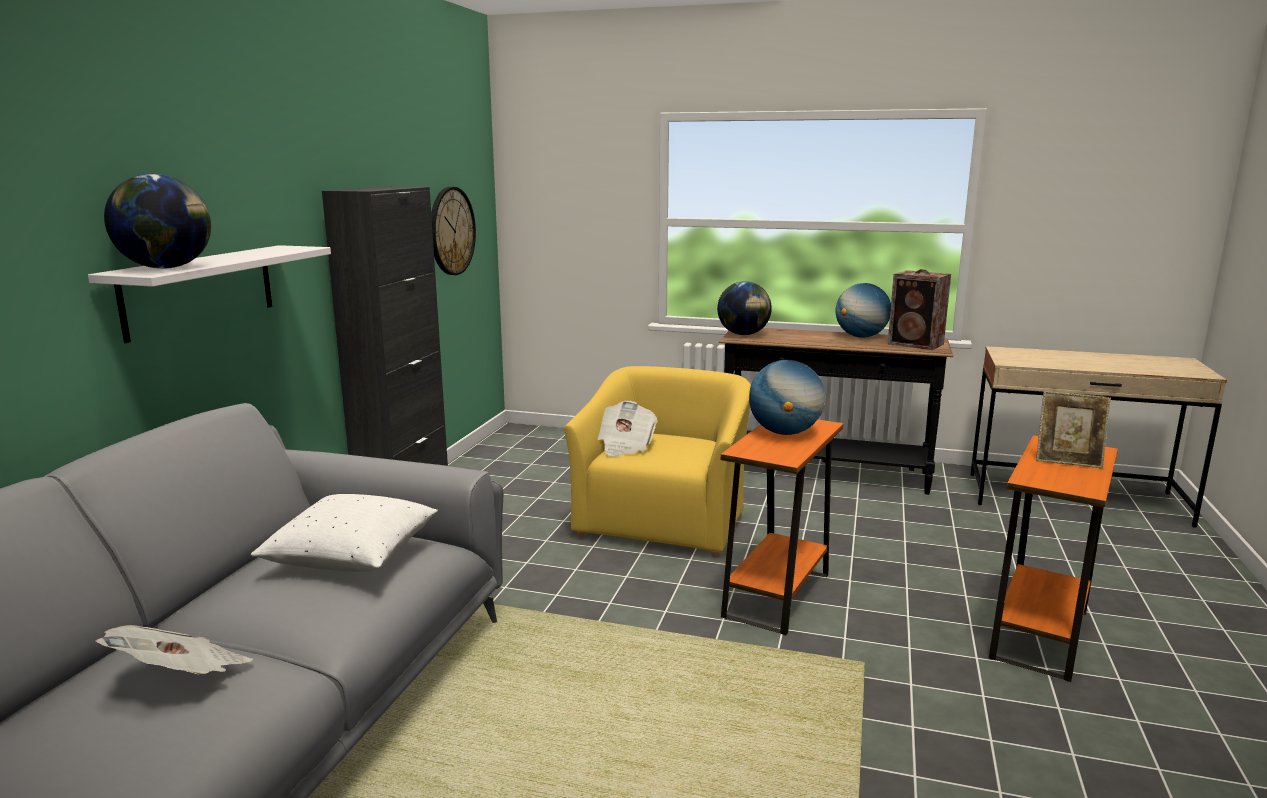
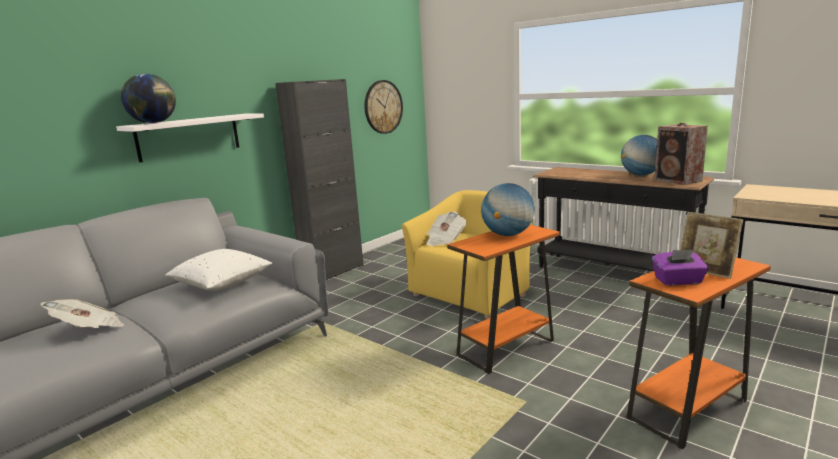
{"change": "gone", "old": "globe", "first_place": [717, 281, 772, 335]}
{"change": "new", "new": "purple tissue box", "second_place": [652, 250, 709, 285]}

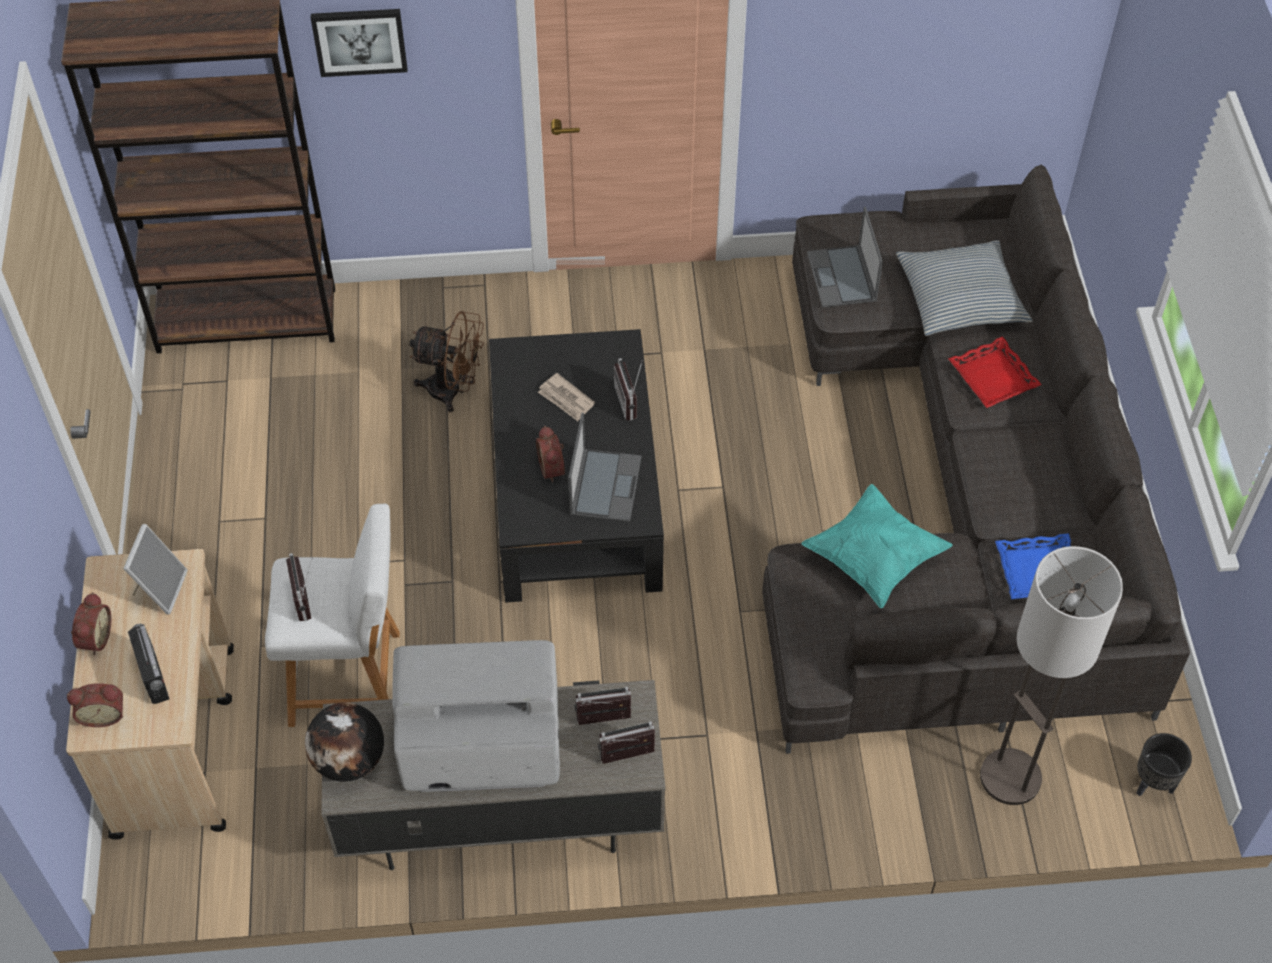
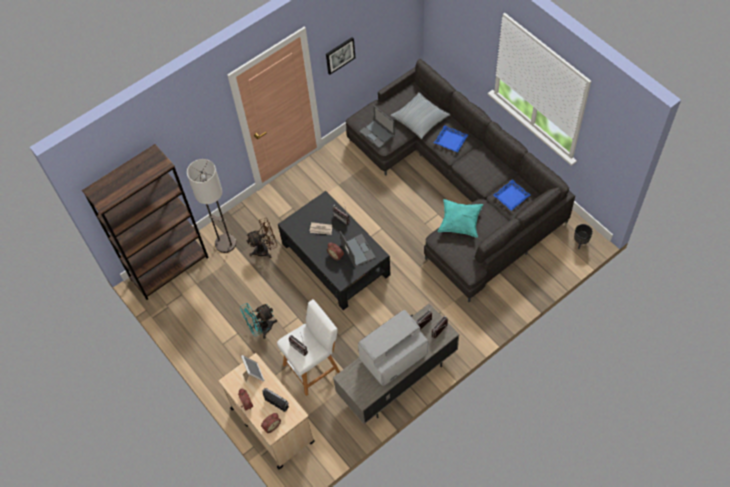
{"change": "gone", "old": "globe", "first_place": [305, 702, 384, 782]}
{"change": "new", "new": "turquoise fan", "second_place": [240, 303, 277, 339]}
{"change": "shifted", "old": "picture", "first_place": [311, 9, 407, 77], "second_place": [326, 37, 355, 75]}
{"change": "shifted", "old": "floor lamp", "first_place": [980, 546, 1123, 805], "second_place": [187, 159, 236, 253]}
{"change": "repainted", "old": "red tray", "new": "blue tray", "first_place": [948, 336, 1042, 408], "second_place": [434, 125, 468, 153]}

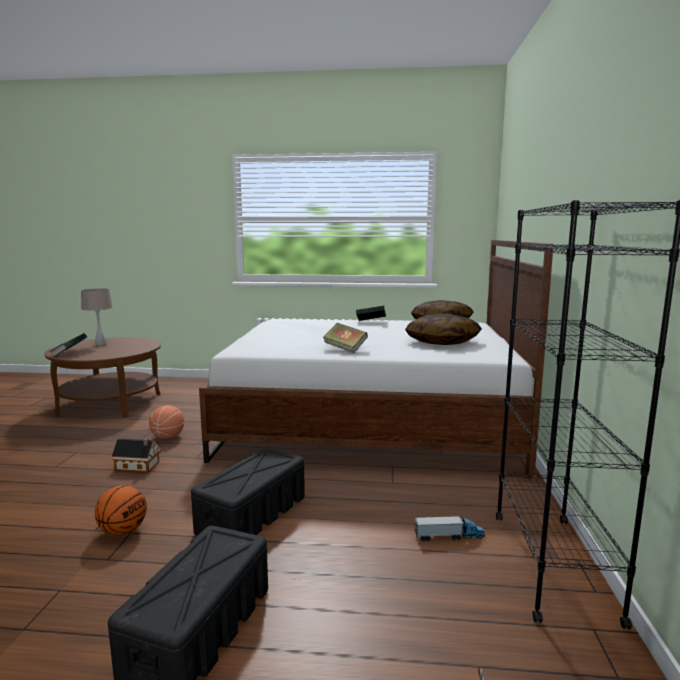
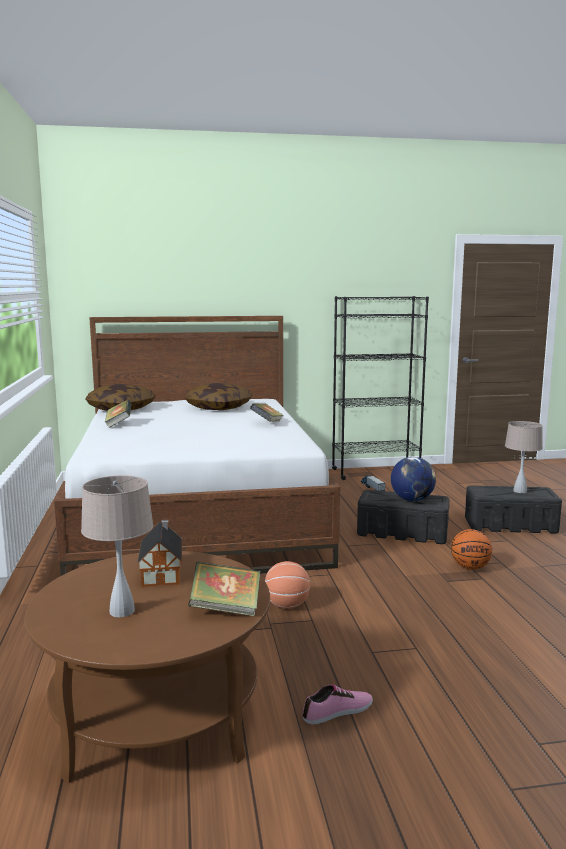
{"change": "new", "new": "shoe", "second_place": [303, 684, 373, 724]}
{"change": "new", "new": "globe", "second_place": [391, 457, 436, 501]}
{"change": "new", "new": "beige table lamp", "second_place": [505, 421, 543, 493]}
{"change": "shifted", "old": "toy house", "first_place": [112, 438, 160, 472], "second_place": [137, 520, 182, 587]}

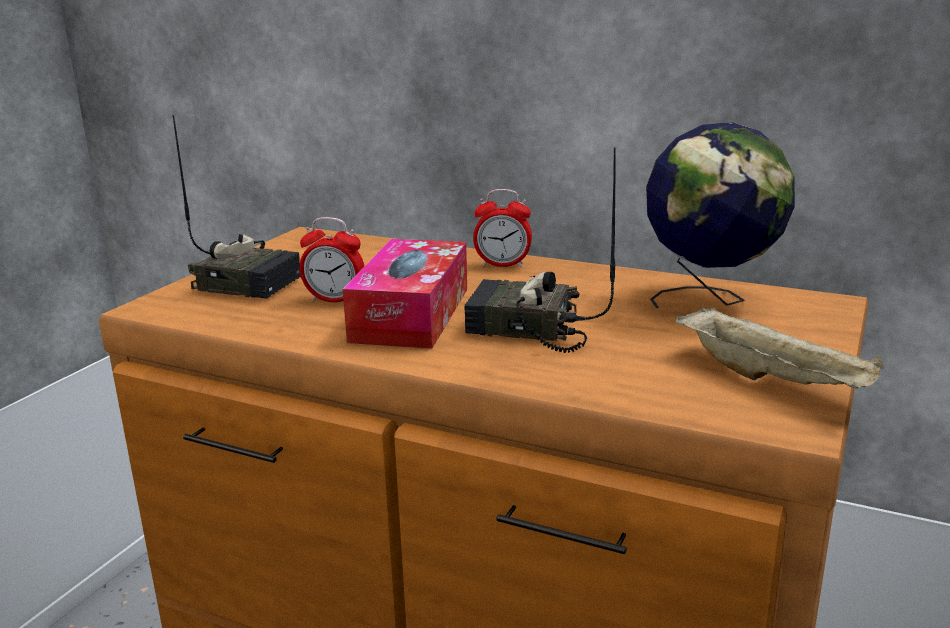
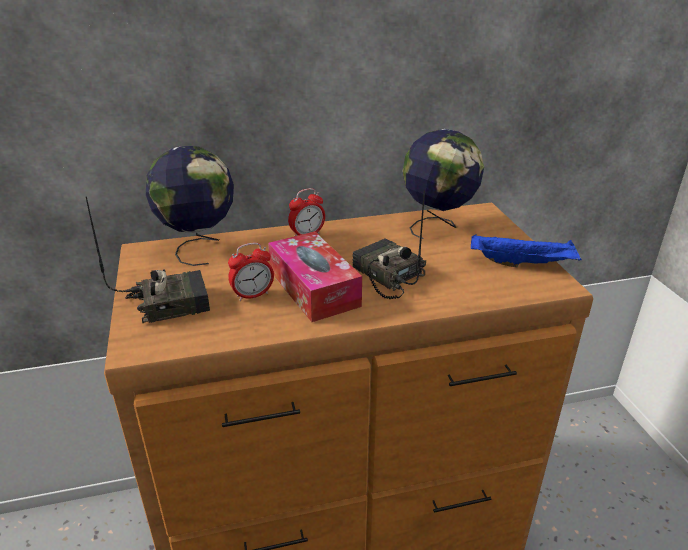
{"change": "new", "new": "globe", "second_place": [146, 146, 234, 266]}
{"change": "repainted", "old": "beige tray", "new": "blue tray", "first_place": [676, 307, 884, 388], "second_place": [471, 234, 582, 267]}
{"change": "rotated", "old": "radio", "first_place": [465, 147, 616, 353], "second_place": [352, 190, 426, 300], "degrees": 75}

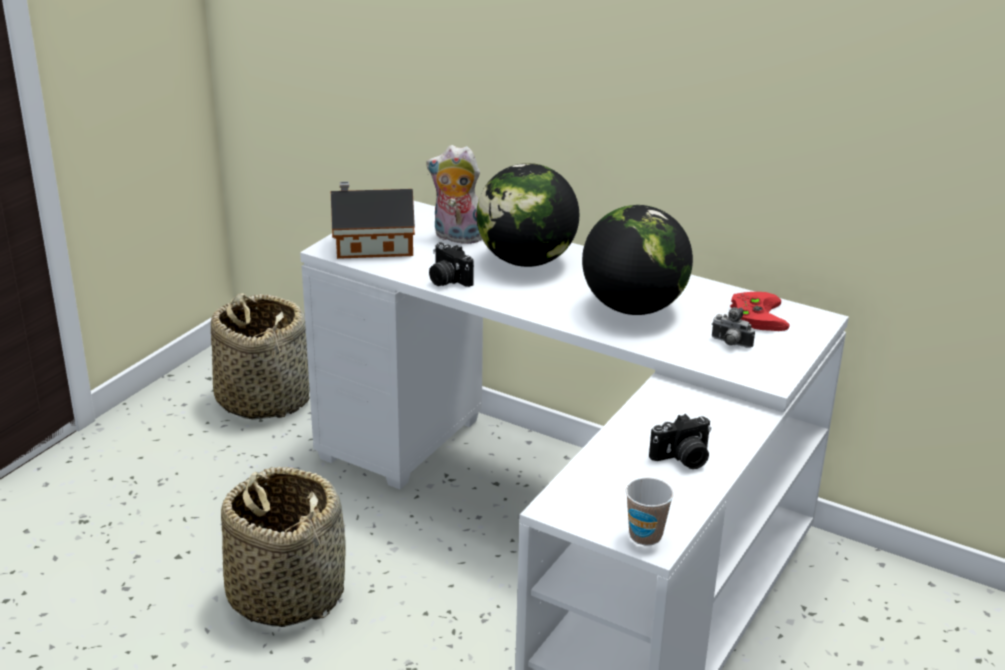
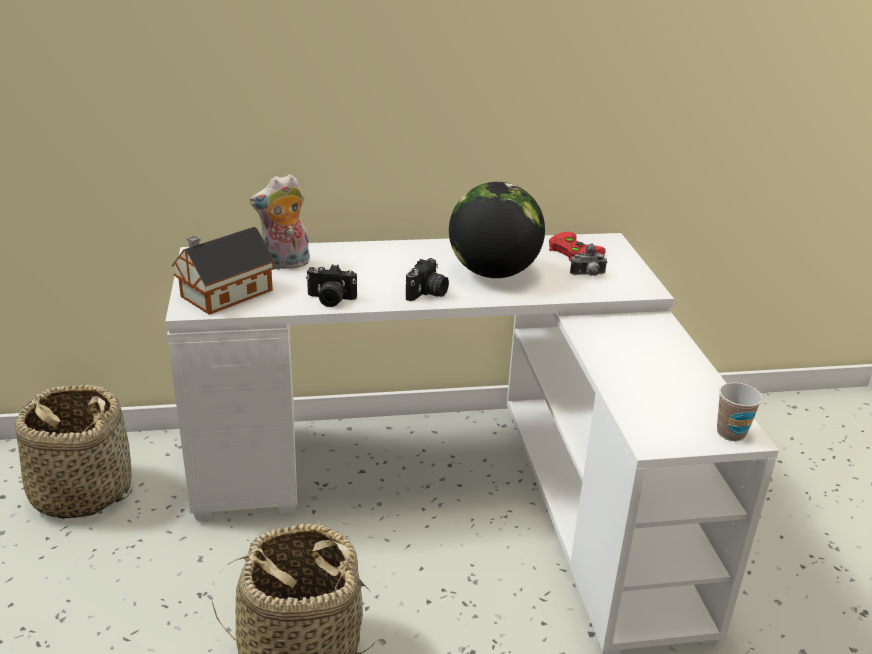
{"change": "gone", "old": "globe", "first_place": [476, 163, 579, 267]}
{"change": "shifted", "old": "photo camera", "first_place": [649, 414, 711, 469], "second_place": [406, 258, 449, 301]}

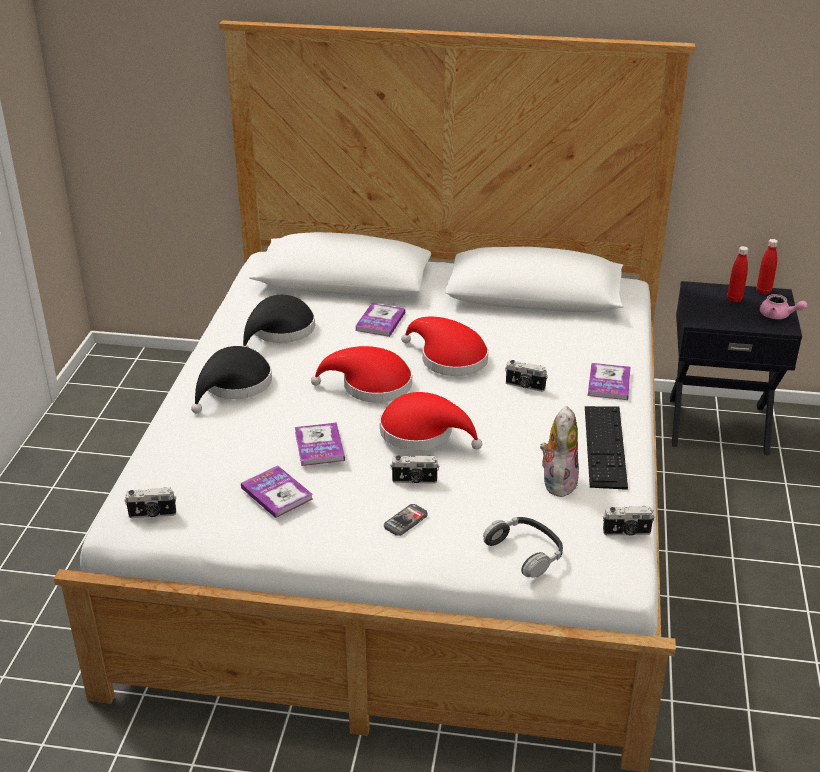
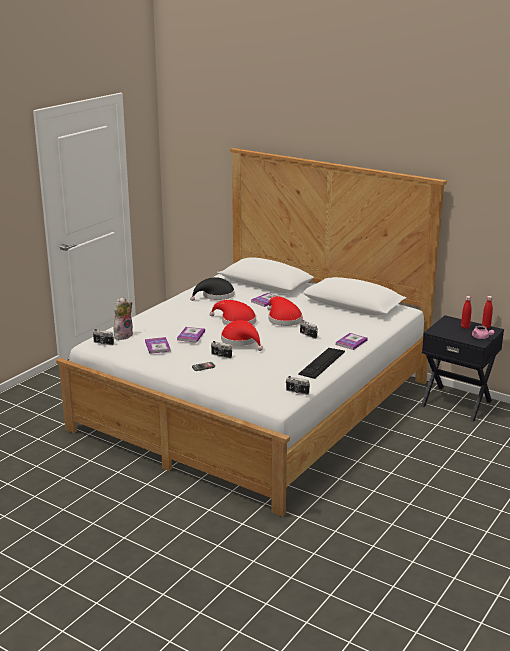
{"change": "gone", "old": "black hat", "first_place": [191, 346, 272, 413]}
{"change": "gone", "old": "headphones", "first_place": [483, 517, 563, 578]}
{"change": "shifted", "old": "plush toy", "first_place": [540, 406, 579, 497], "second_place": [114, 297, 133, 340]}

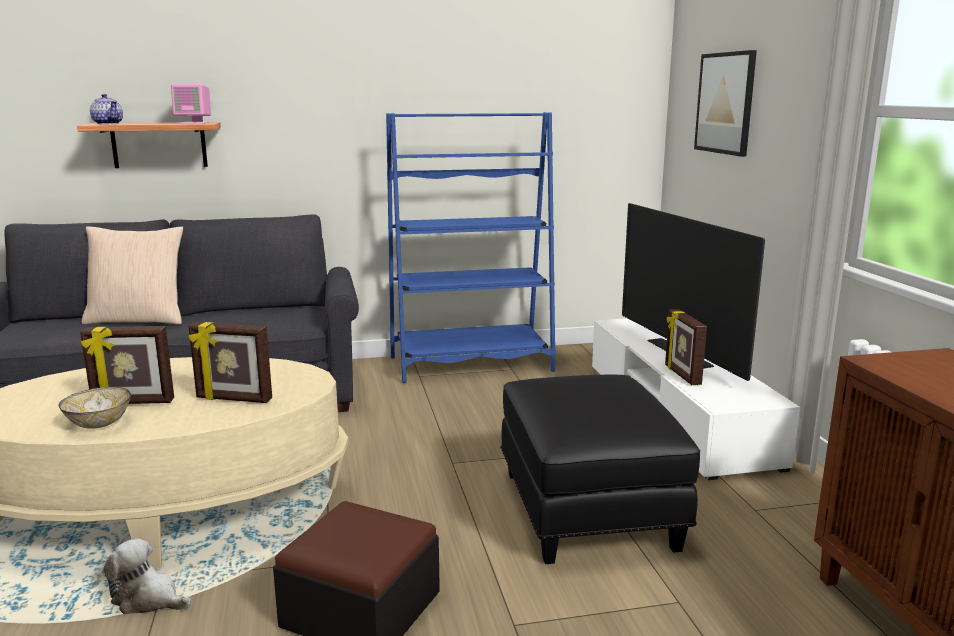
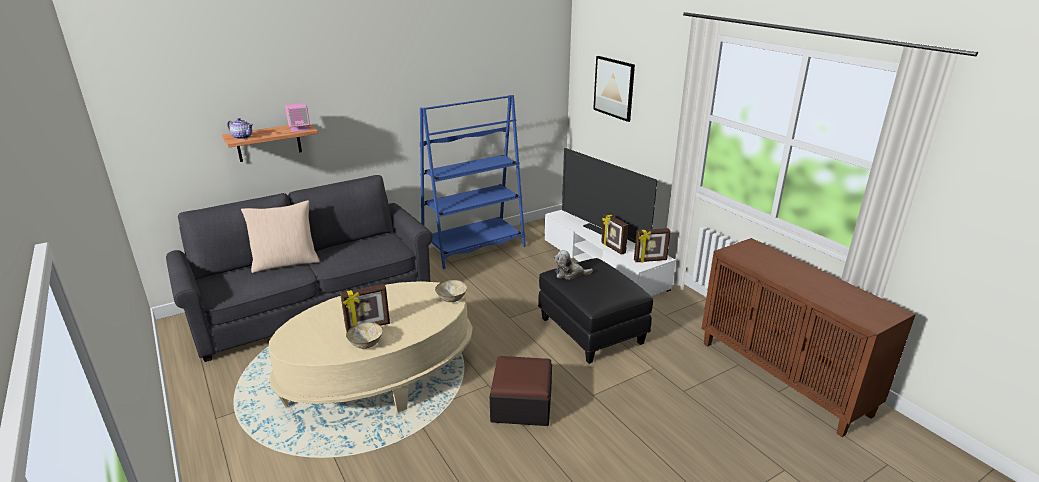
{"change": "new", "new": "bowl", "second_place": [435, 280, 467, 302]}
{"change": "shifted", "old": "plush toy", "first_place": [104, 538, 191, 615], "second_place": [554, 250, 593, 280]}
{"change": "shifted", "old": "picture frame", "first_place": [188, 322, 272, 403], "second_place": [634, 228, 671, 263]}

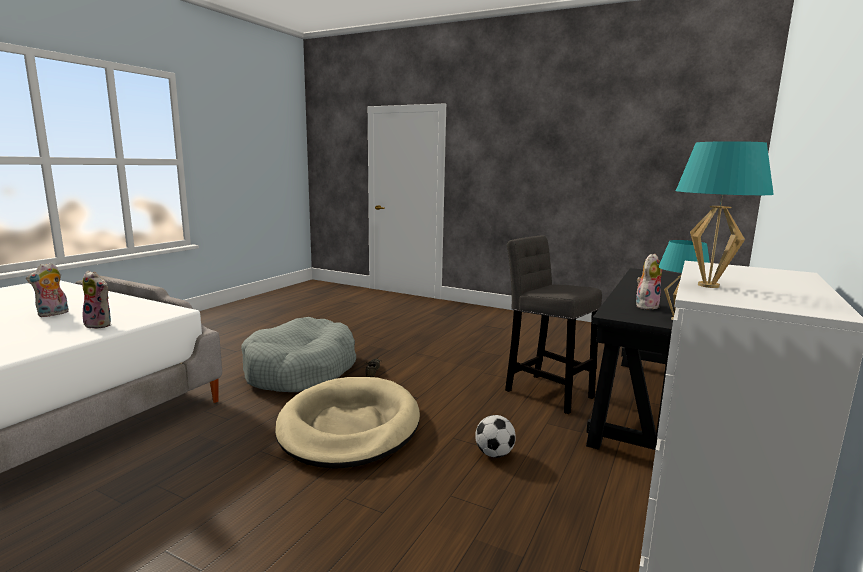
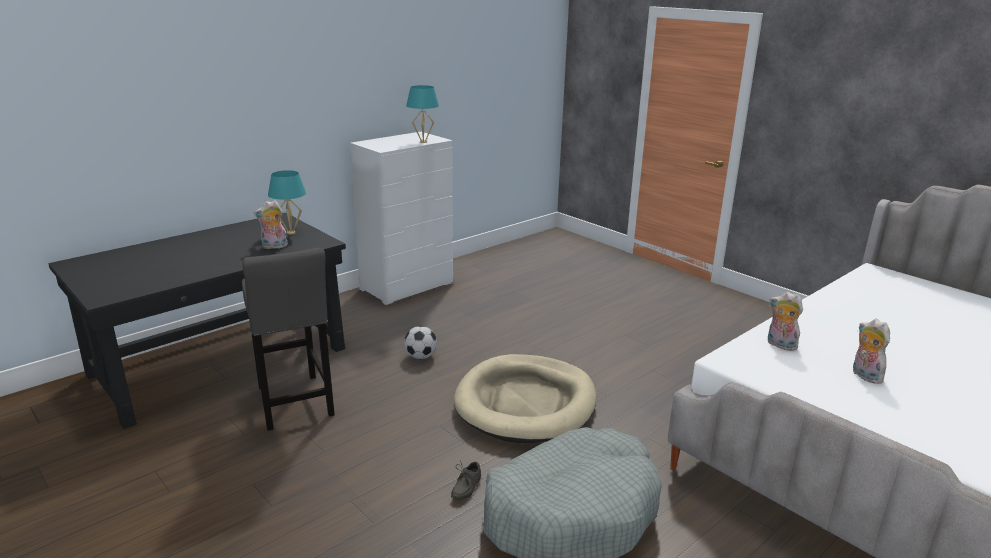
{"change": "rotated", "old": "plush toy", "first_place": [26, 262, 69, 317], "second_place": [853, 319, 890, 384], "degrees": -75}

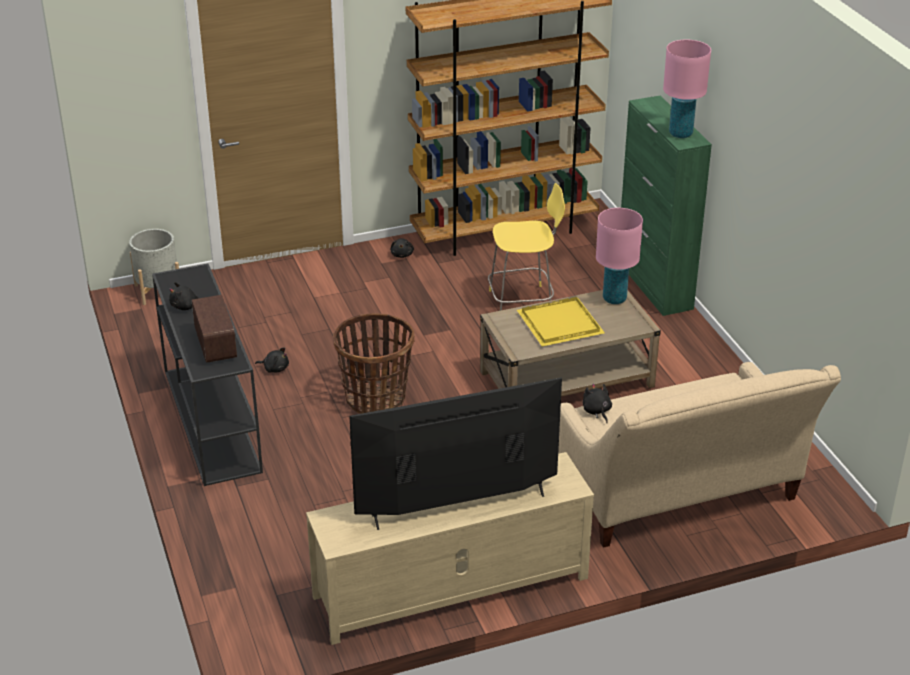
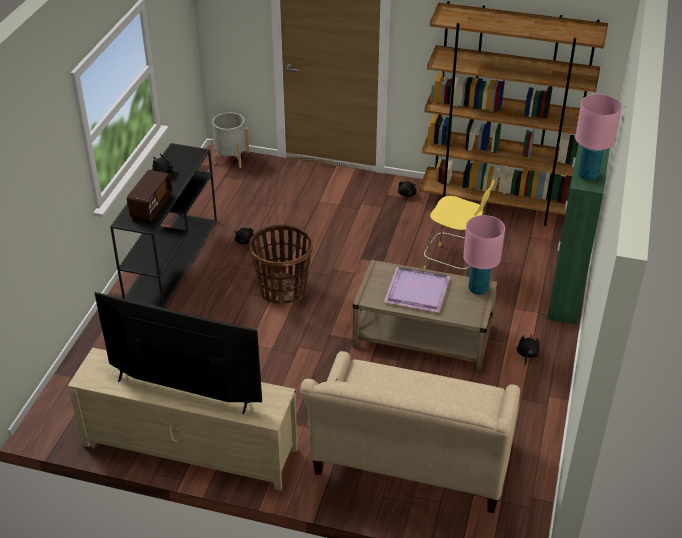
{"change": "shifted", "old": "black plush toy", "first_place": [582, 383, 612, 423], "second_place": [517, 334, 540, 365]}
{"change": "repainted", "old": "yellow tray", "new": "purple tray", "first_place": [517, 297, 605, 346], "second_place": [384, 267, 451, 313]}

